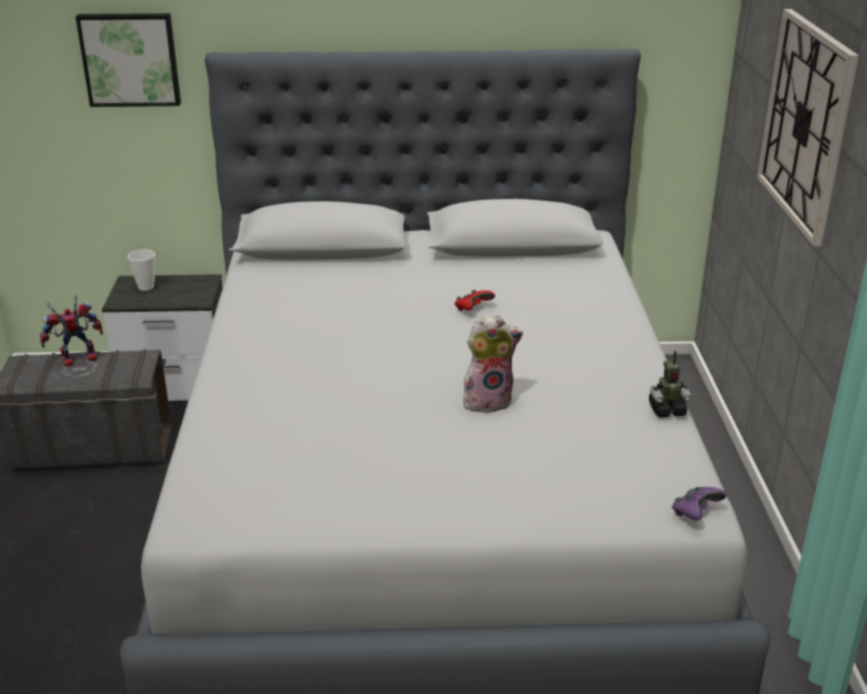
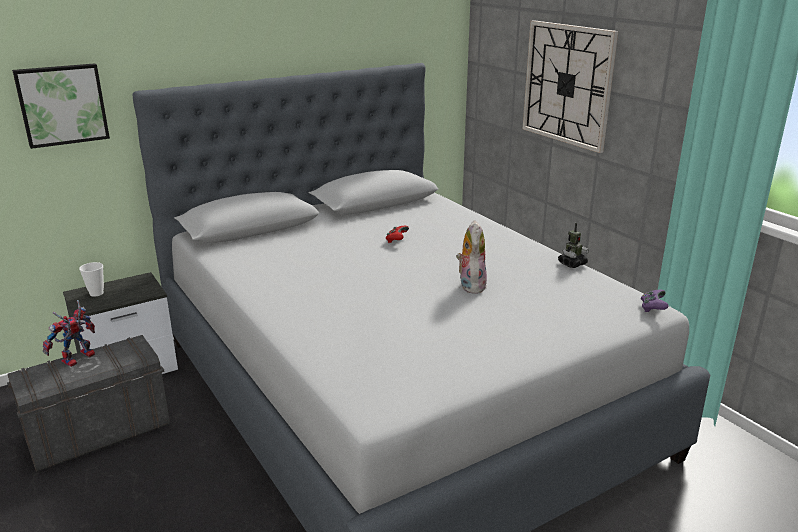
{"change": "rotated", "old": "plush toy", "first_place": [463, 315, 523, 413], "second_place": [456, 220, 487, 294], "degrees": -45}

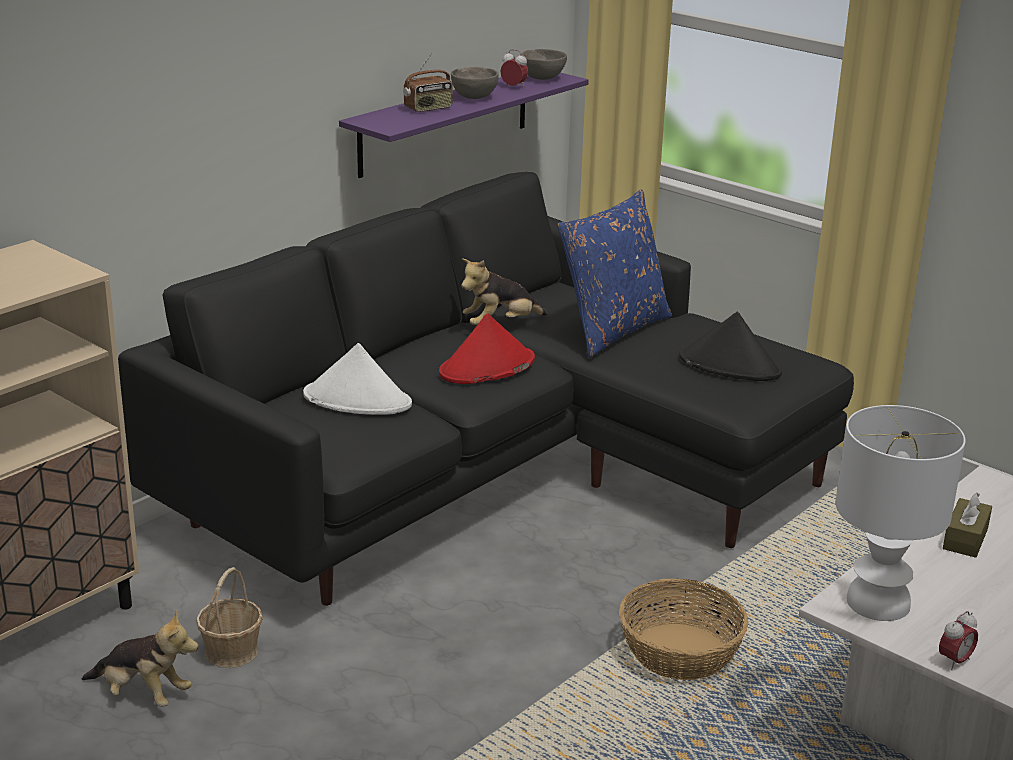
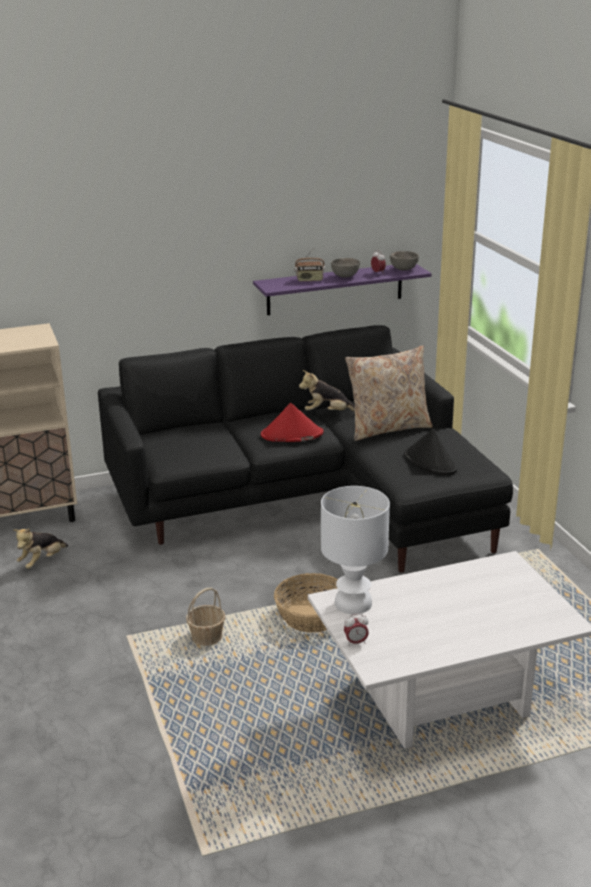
{"change": "gone", "old": "white hat", "first_place": [303, 343, 412, 415]}
{"change": "gone", "old": "brown tissue box", "first_place": [943, 492, 992, 558]}
{"change": "shifted", "old": "basket", "first_place": [196, 567, 263, 668], "second_place": [186, 588, 226, 646]}
{"change": "repainted", "old": "blue pillow", "new": "beige pillow", "first_place": [557, 190, 672, 357], "second_place": [345, 345, 433, 441]}
{"change": "rotated", "old": "plush toy", "first_place": [82, 610, 199, 707], "second_place": [13, 528, 68, 569], "degrees": 75}

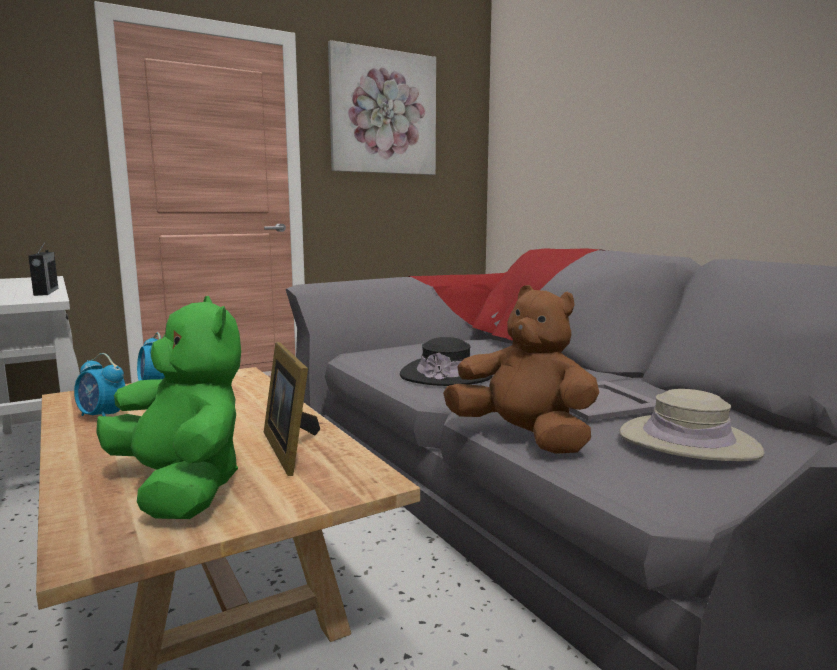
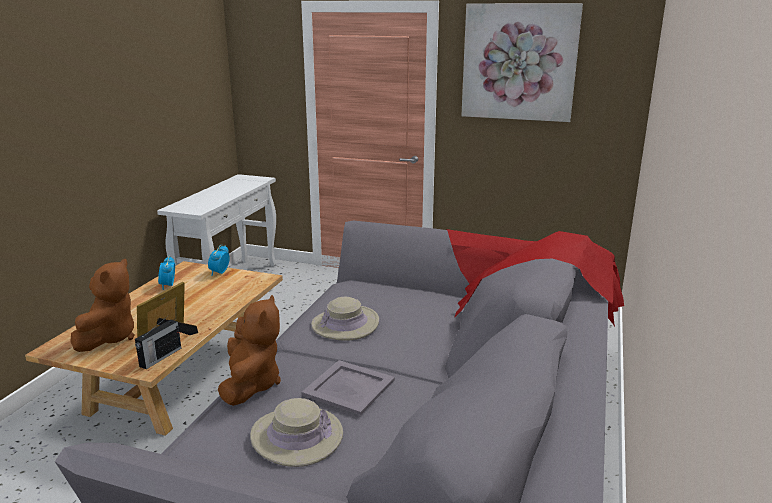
{"change": "shifted", "old": "radio", "first_place": [28, 243, 58, 296], "second_place": [135, 315, 181, 369]}
{"change": "repainted", "old": "green plush toy", "new": "brown plush toy", "first_place": [96, 296, 241, 519], "second_place": [71, 259, 135, 352]}
{"change": "repainted", "old": "black hat", "new": "beige hat", "first_place": [400, 337, 493, 386], "second_place": [311, 297, 379, 340]}

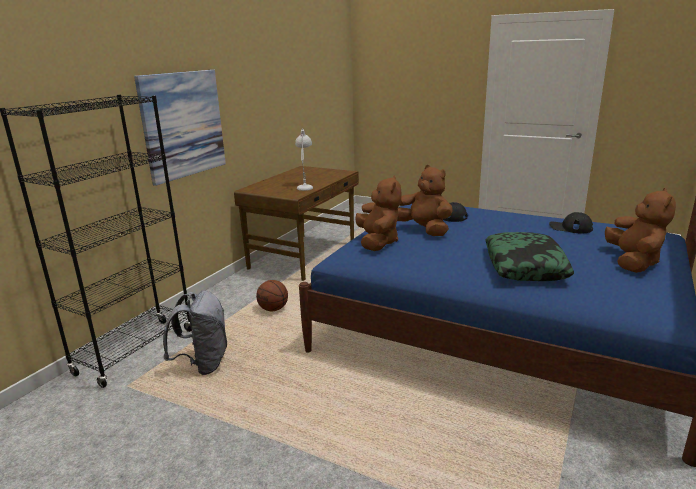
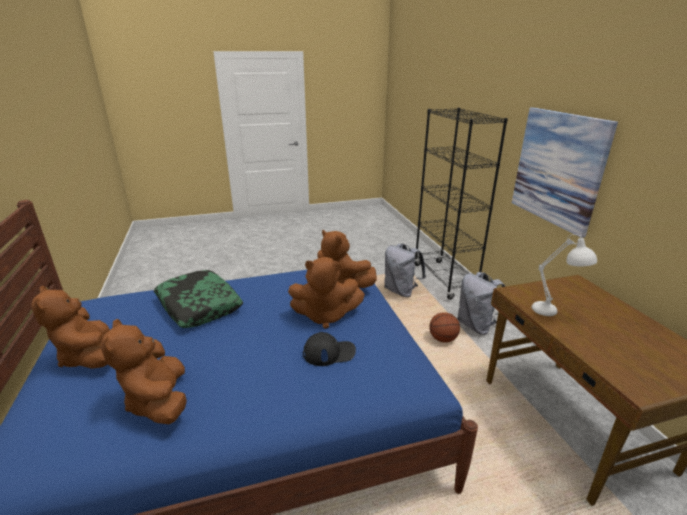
{"change": "new", "new": "grey backpack", "second_place": [458, 272, 505, 335]}
{"change": "swapped", "old": "black cap", "new": "brown plush toy", "first_place": [549, 212, 593, 233], "second_place": [101, 319, 187, 424]}

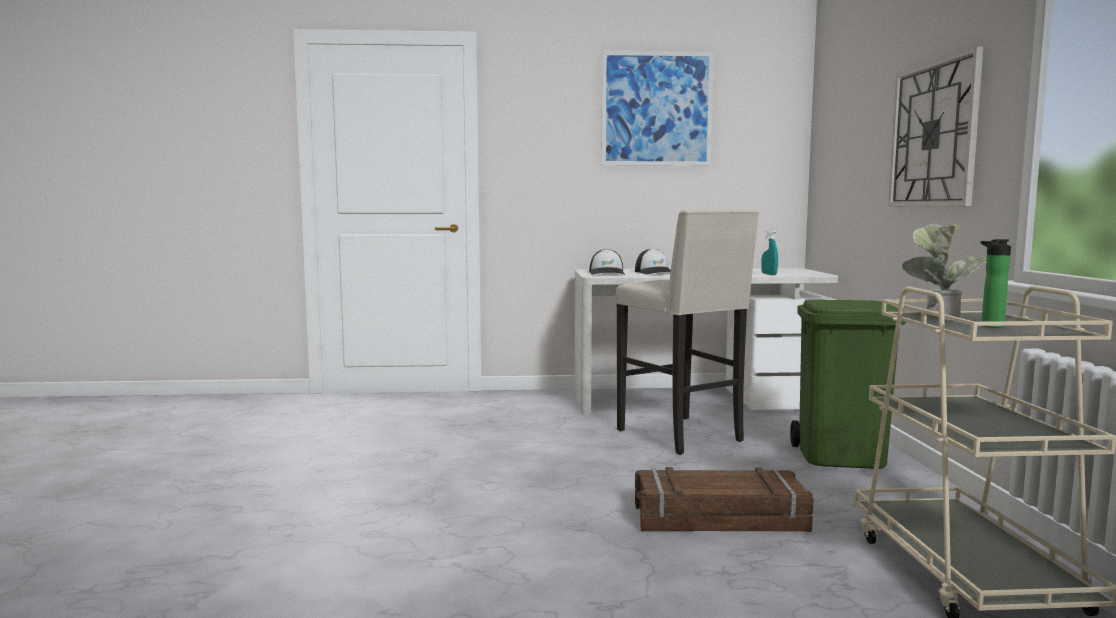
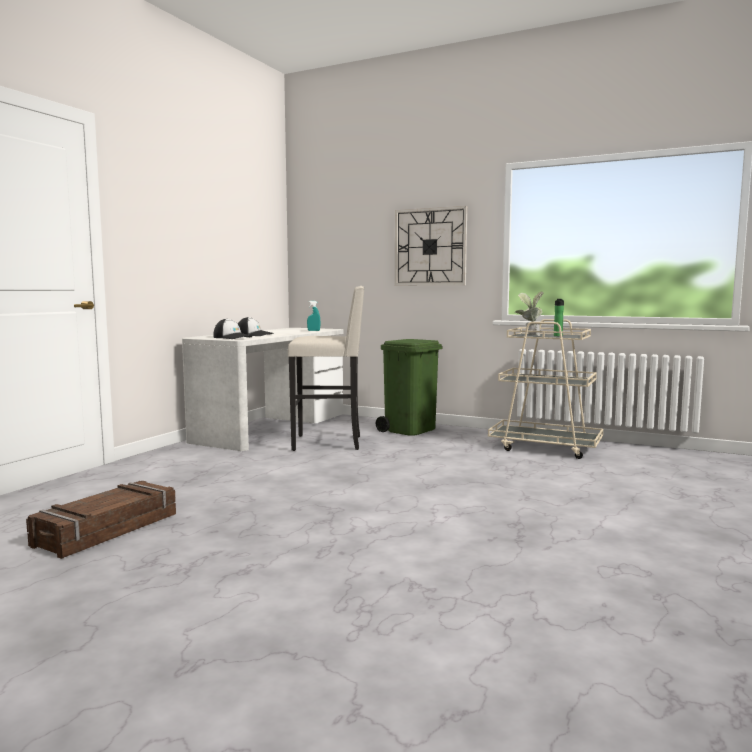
{"change": "gone", "old": "picture", "first_place": [601, 51, 714, 166]}
{"change": "shifted", "old": "crate", "first_place": [635, 467, 814, 532], "second_place": [26, 481, 176, 559]}

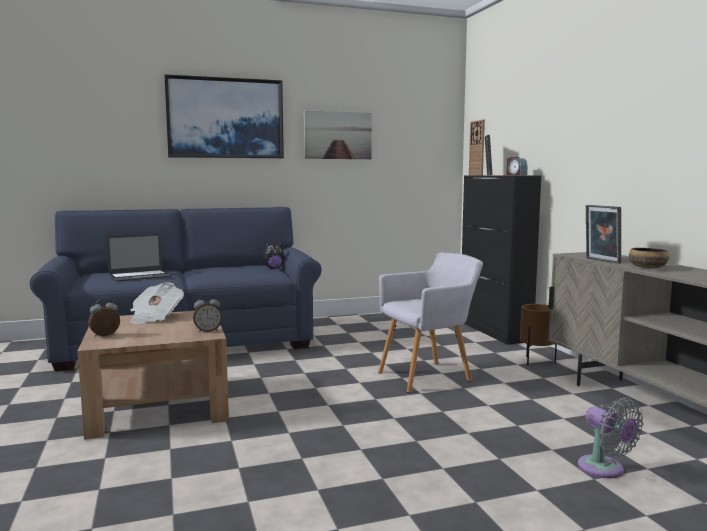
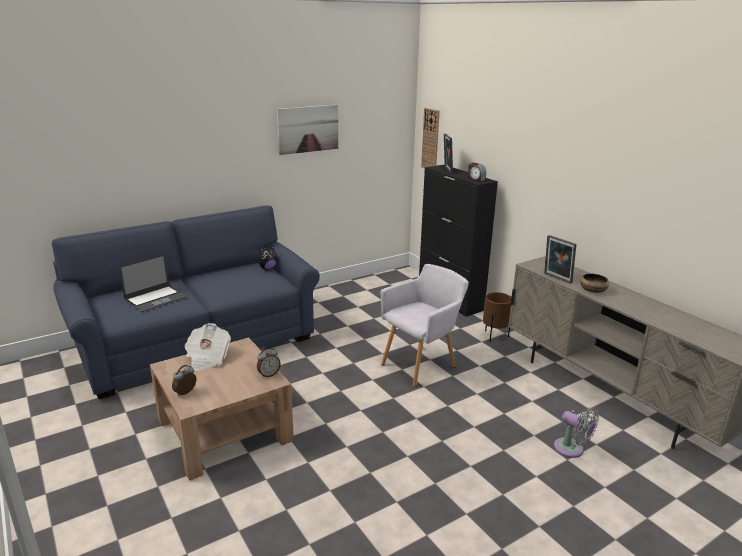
{"change": "gone", "old": "picture", "first_place": [164, 75, 284, 158]}

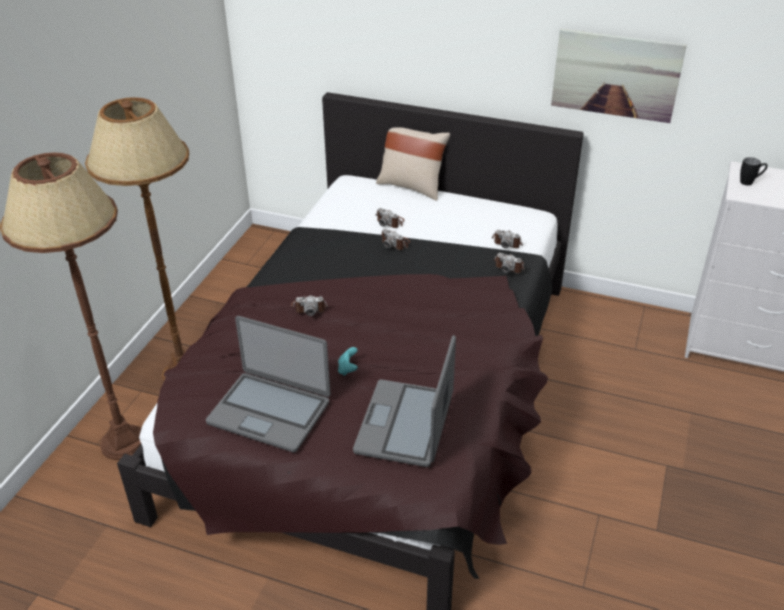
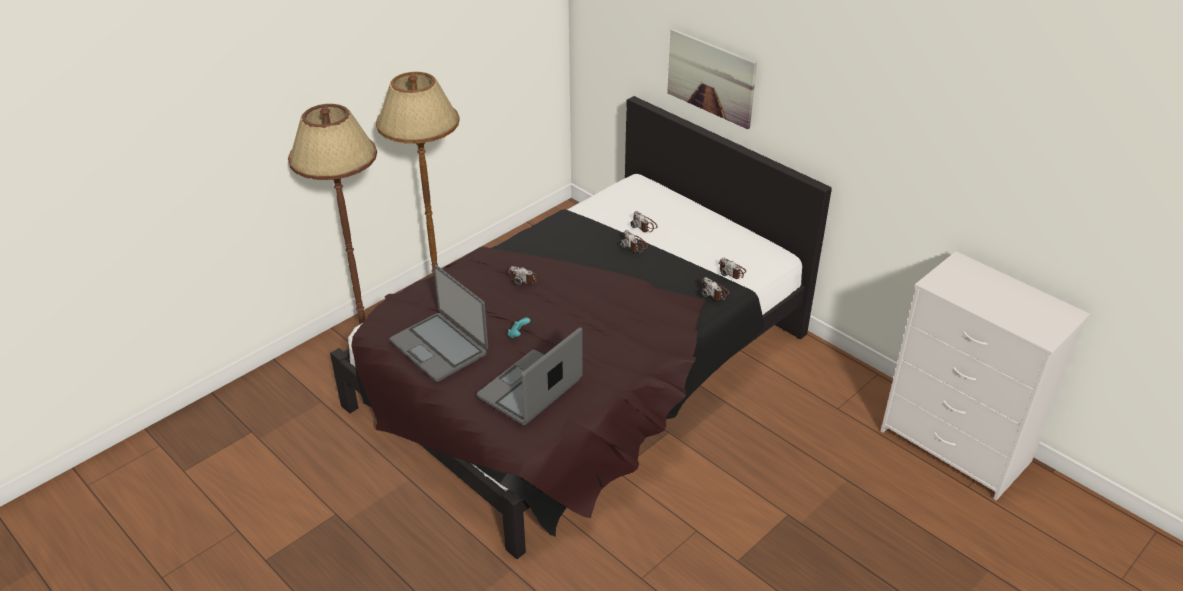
{"change": "gone", "old": "beige pillow", "first_place": [376, 127, 450, 201]}
{"change": "gone", "old": "black mug", "first_place": [740, 157, 768, 185]}
{"change": "shifted", "old": "picture", "first_place": [551, 29, 687, 123], "second_place": [667, 29, 757, 129]}

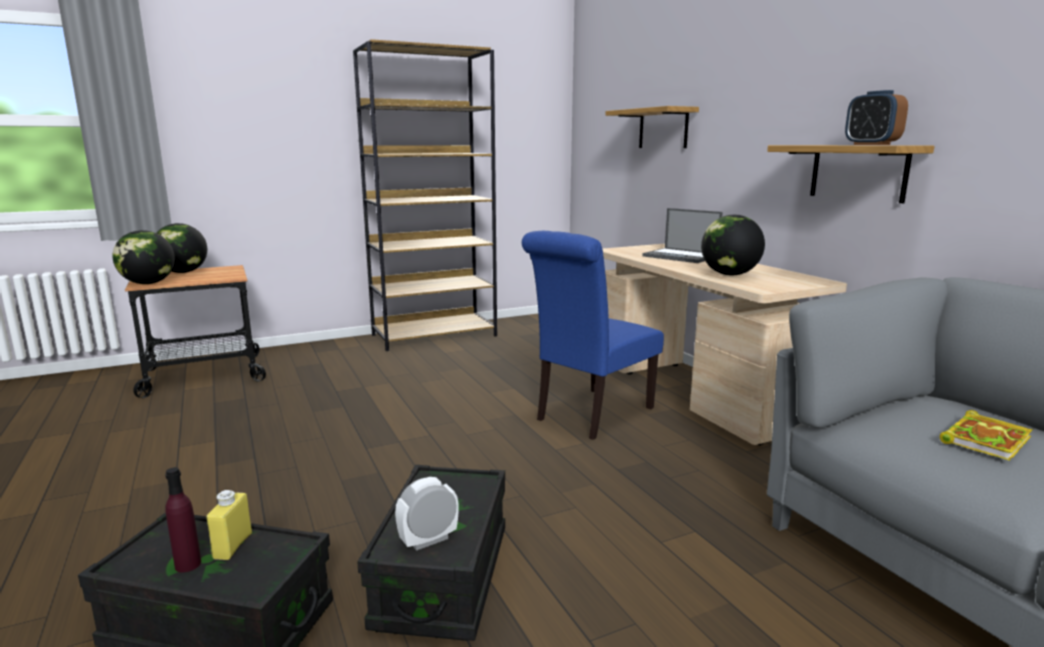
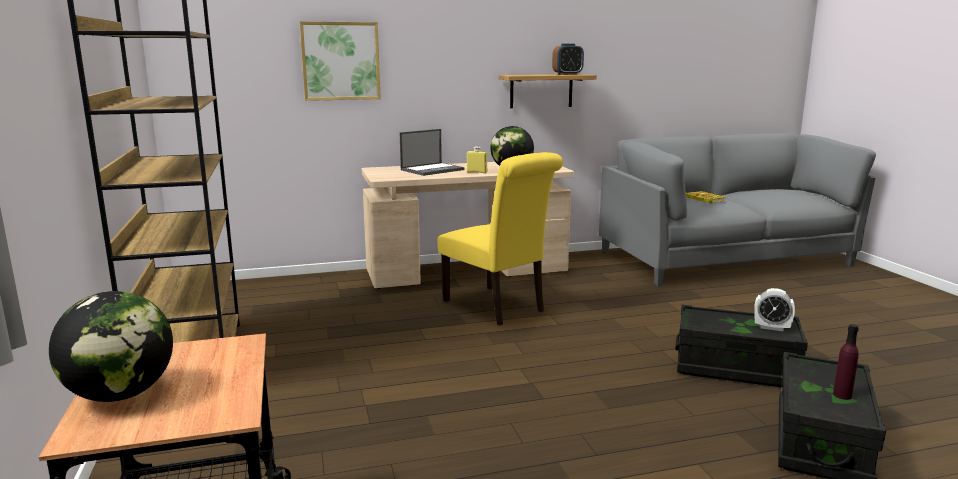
{"change": "gone", "old": "globe", "first_place": [112, 230, 175, 284]}
{"change": "shifted", "old": "yellow bottle", "first_place": [207, 490, 252, 560], "second_place": [467, 146, 487, 174]}
{"change": "swapped", "old": "shelf", "new": "picture", "first_place": [605, 106, 699, 148], "second_place": [300, 21, 381, 101]}
{"change": "repainted", "old": "blue chair", "new": "yellow chair", "first_place": [522, 231, 664, 440], "second_place": [437, 152, 563, 325]}
{"change": "rotated", "old": "alarm clock", "first_place": [395, 477, 459, 551], "second_place": [754, 288, 795, 331], "degrees": -45}

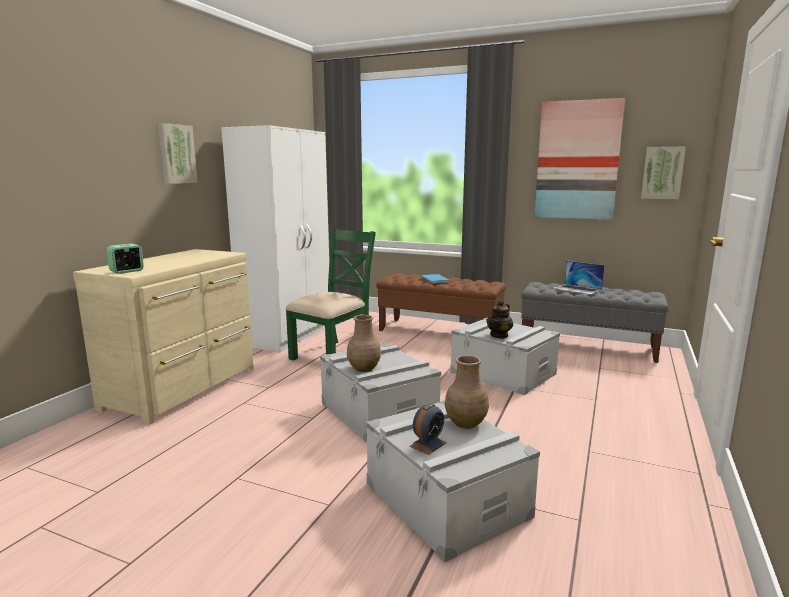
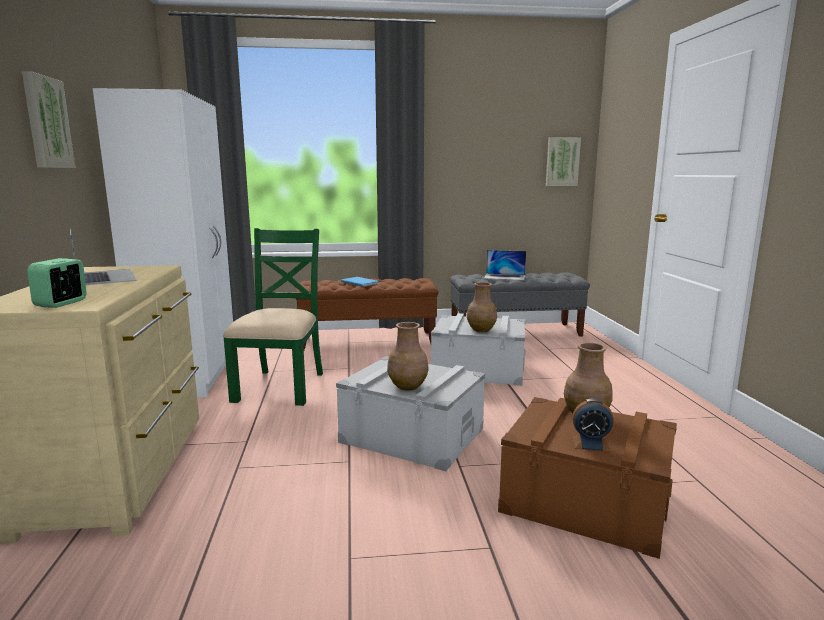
{"change": "gone", "old": "picture", "first_place": [535, 98, 625, 220]}
{"change": "new", "new": "laptop", "second_place": [70, 229, 137, 285]}
{"change": "swapped", "old": "teapot", "new": "brown vase", "first_place": [486, 300, 513, 339], "second_place": [467, 282, 497, 332]}
{"change": "repainted", "old": "grey storage box", "new": "brown storage box", "first_place": [366, 400, 540, 562], "second_place": [498, 397, 677, 559]}
{"change": "rotated", "old": "alarm clock", "first_place": [409, 403, 447, 455], "second_place": [572, 399, 614, 452], "degrees": 90}

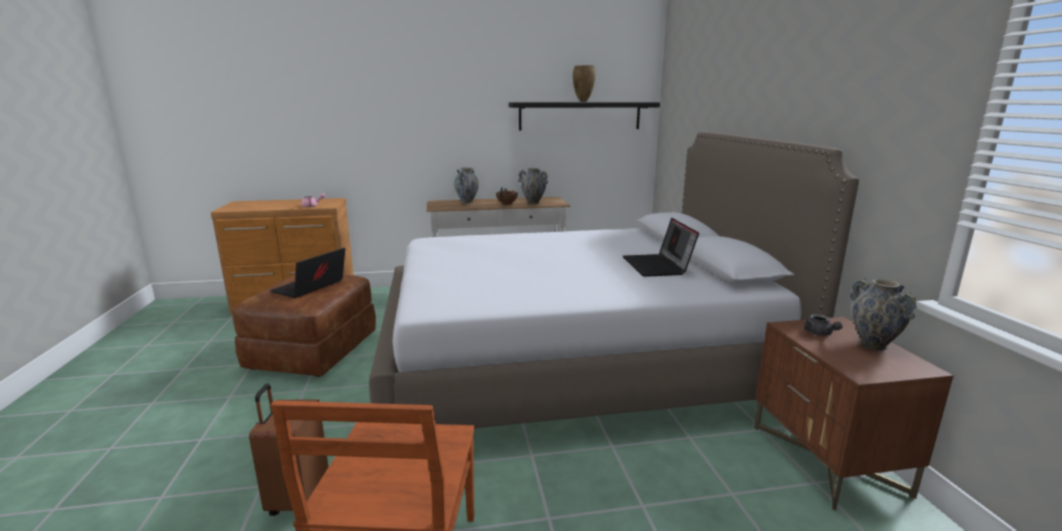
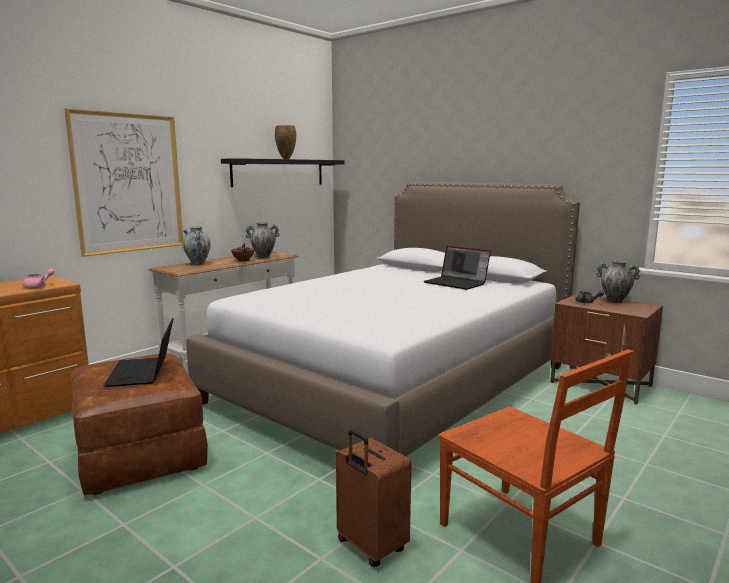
{"change": "new", "new": "picture", "second_place": [64, 108, 183, 257]}

